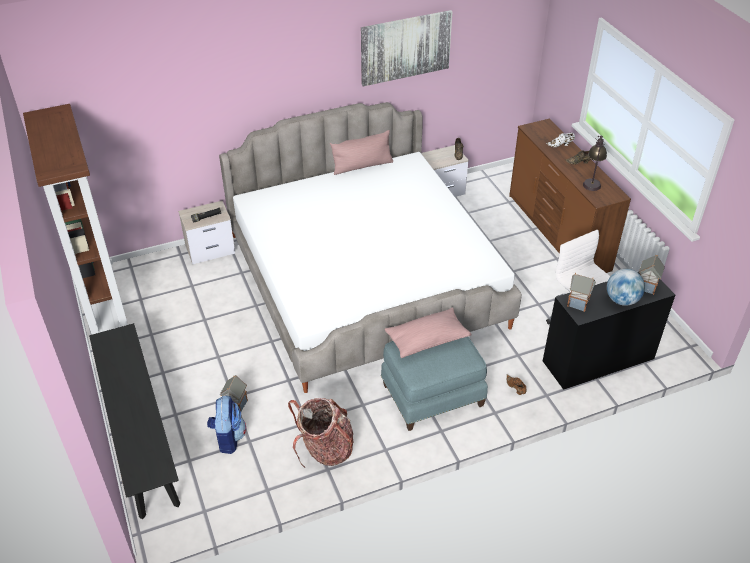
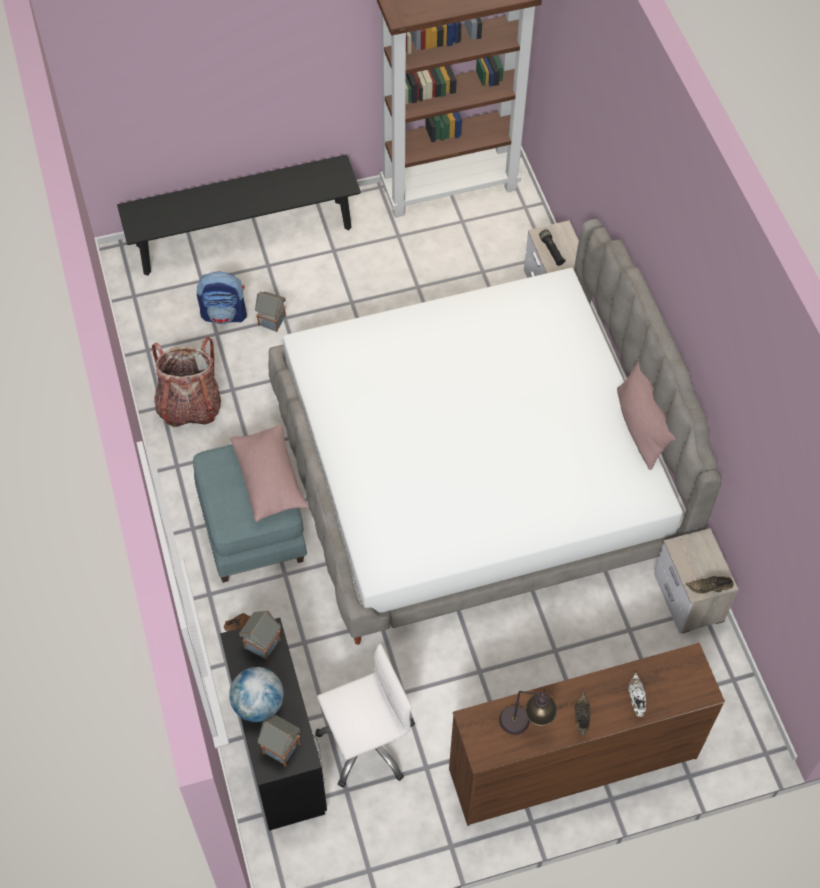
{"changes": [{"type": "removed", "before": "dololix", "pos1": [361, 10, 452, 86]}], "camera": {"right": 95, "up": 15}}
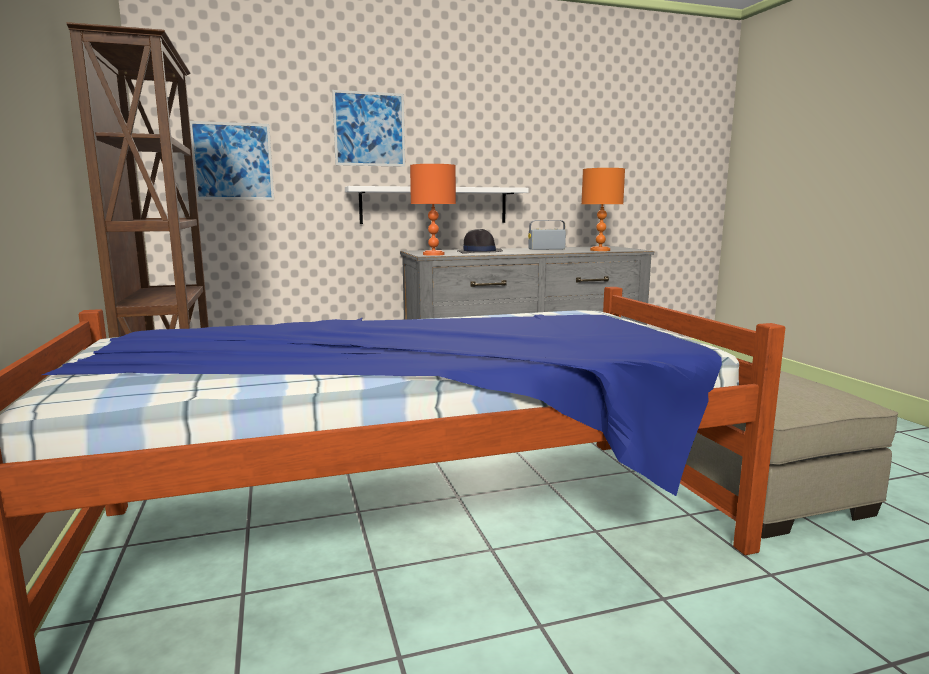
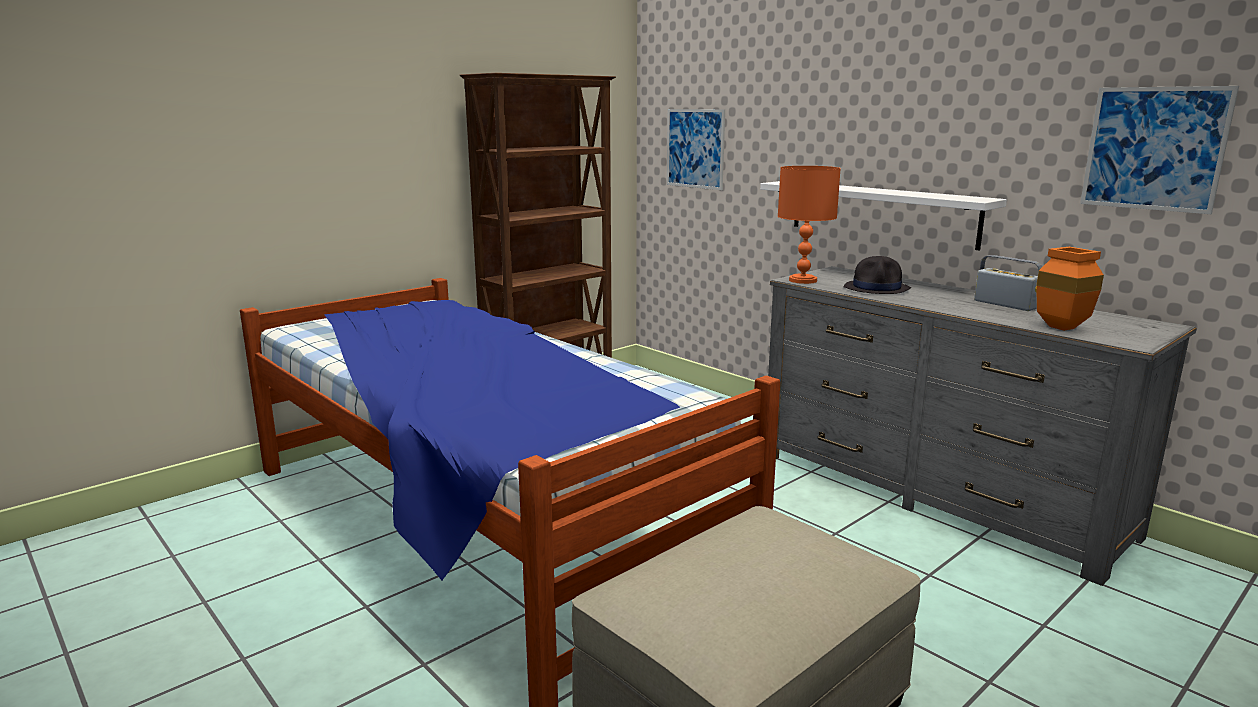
{"changes": [{"type": "moved", "before": "dololix", "pos1": [332, 90, 405, 167], "pos2": [1080, 86, 1239, 214]}, {"type": "replaced", "before": "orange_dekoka", "after": "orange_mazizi", "pos1": [581, 168, 625, 251], "pos2": [1036, 247, 1104, 331]}], "camera": {"right": 65, "up": 5}}
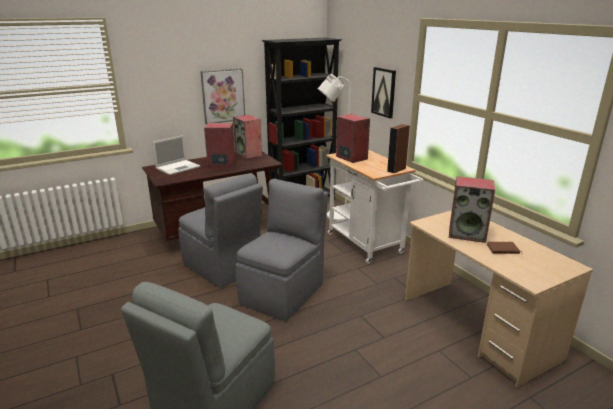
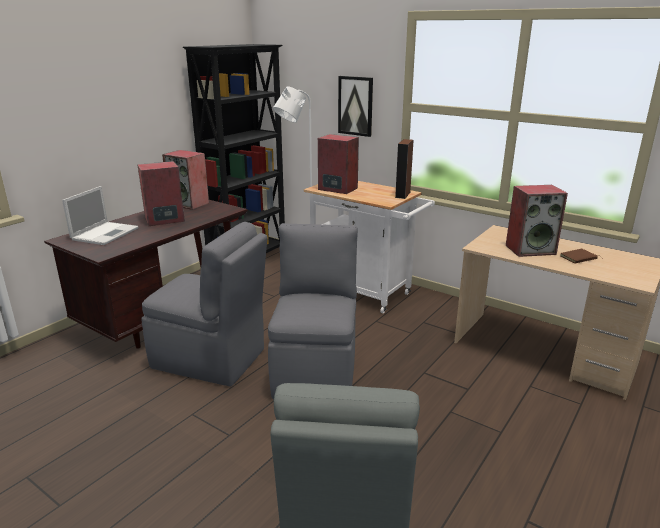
{"changes": [{"type": "removed", "before": "dololix", "pos1": [200, 68, 245, 124]}], "camera": {"right": -25, "up": 0}}
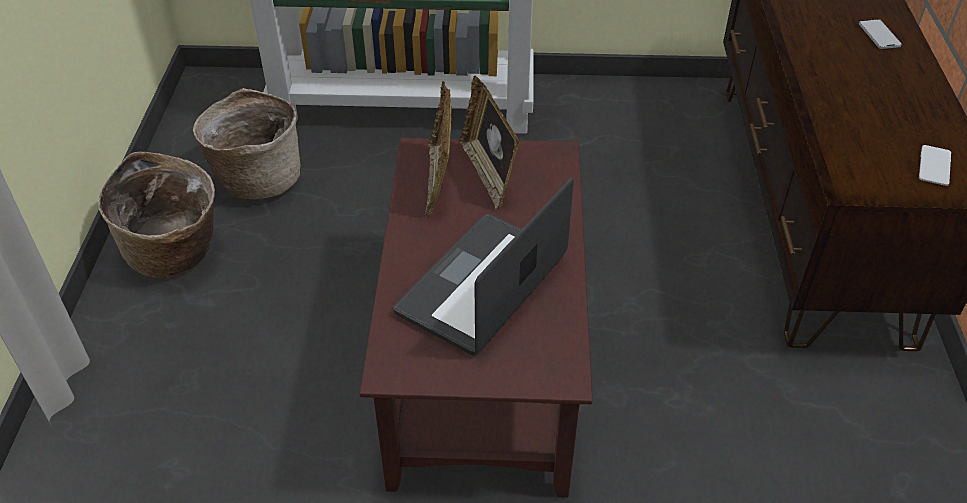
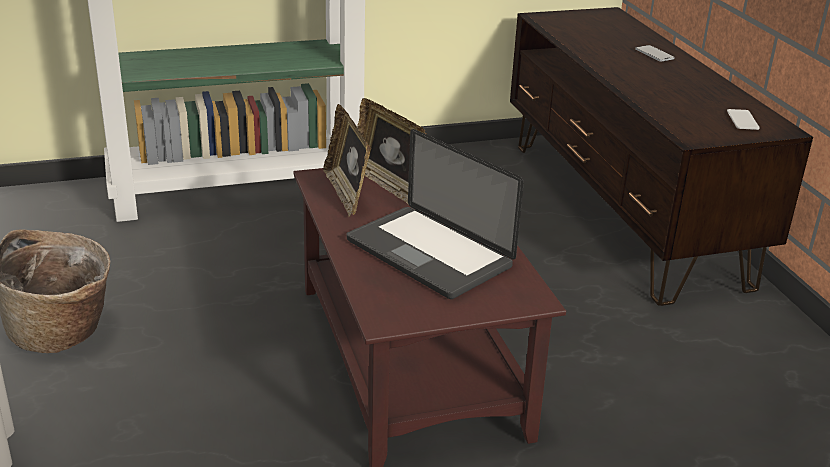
{"changes": [{"type": "removed", "before": "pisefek", "pos1": [193, 88, 300, 199]}, {"type": "turned", "before": "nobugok", "pos1": [394, 177, 574, 356], "pos2": [347, 129, 524, 299], "turn": -60}], "camera": {"right": -20, "up": -15}}
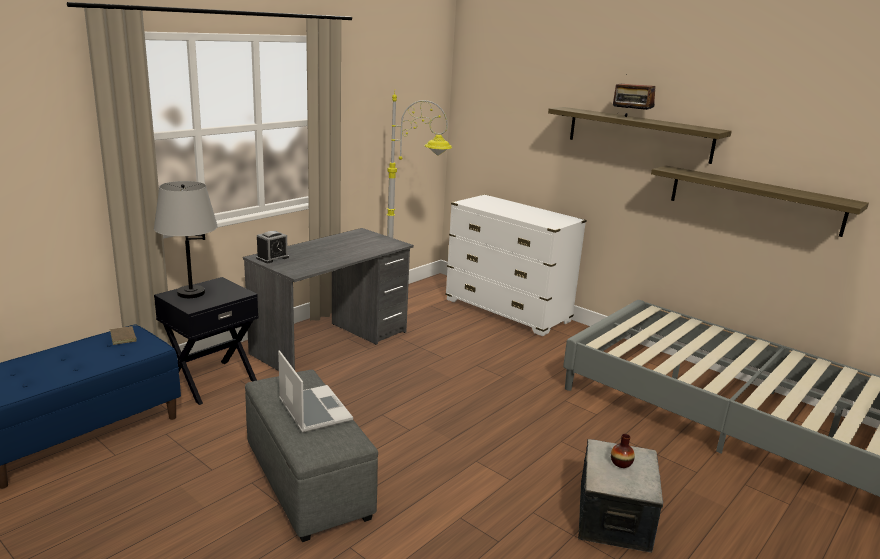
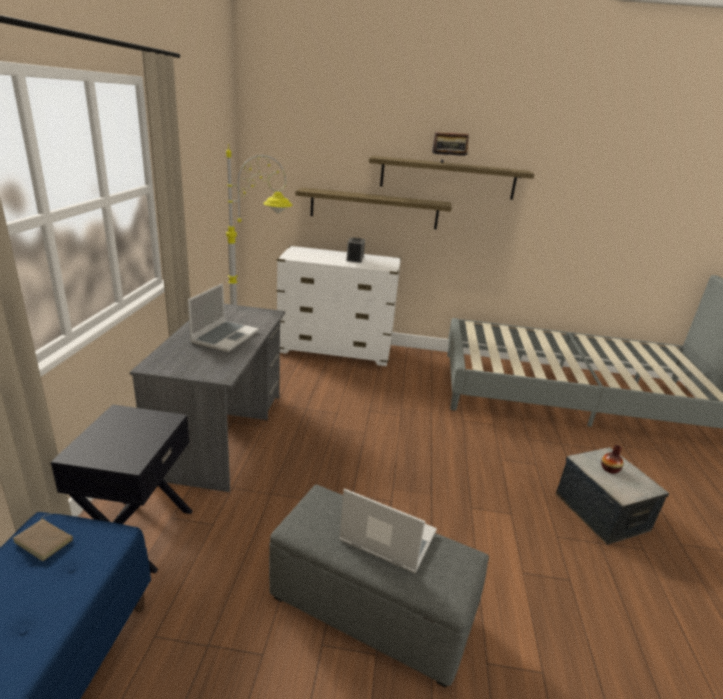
{"changes": [{"type": "removed", "before": "grey_dekoka", "pos1": [154, 181, 218, 298]}, {"type": "moved", "before": "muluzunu", "pos1": [256, 231, 289, 263], "pos2": [346, 237, 365, 263]}, {"type": "moved", "before": "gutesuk", "pos1": [651, 165, 869, 237], "pos2": [295, 187, 452, 229]}, {"type": "added", "after": "nobugok", "pos2": [188, 283, 259, 352]}], "camera": {"right": -35, "up": 5}}
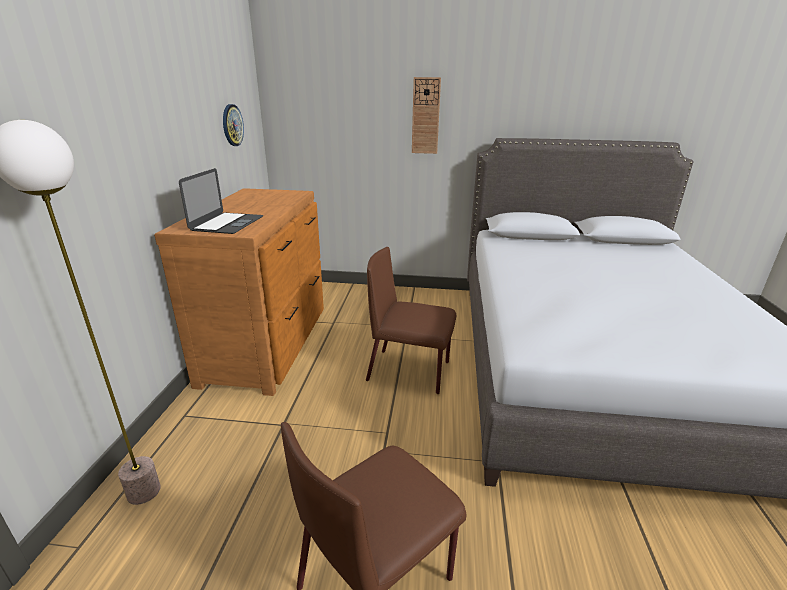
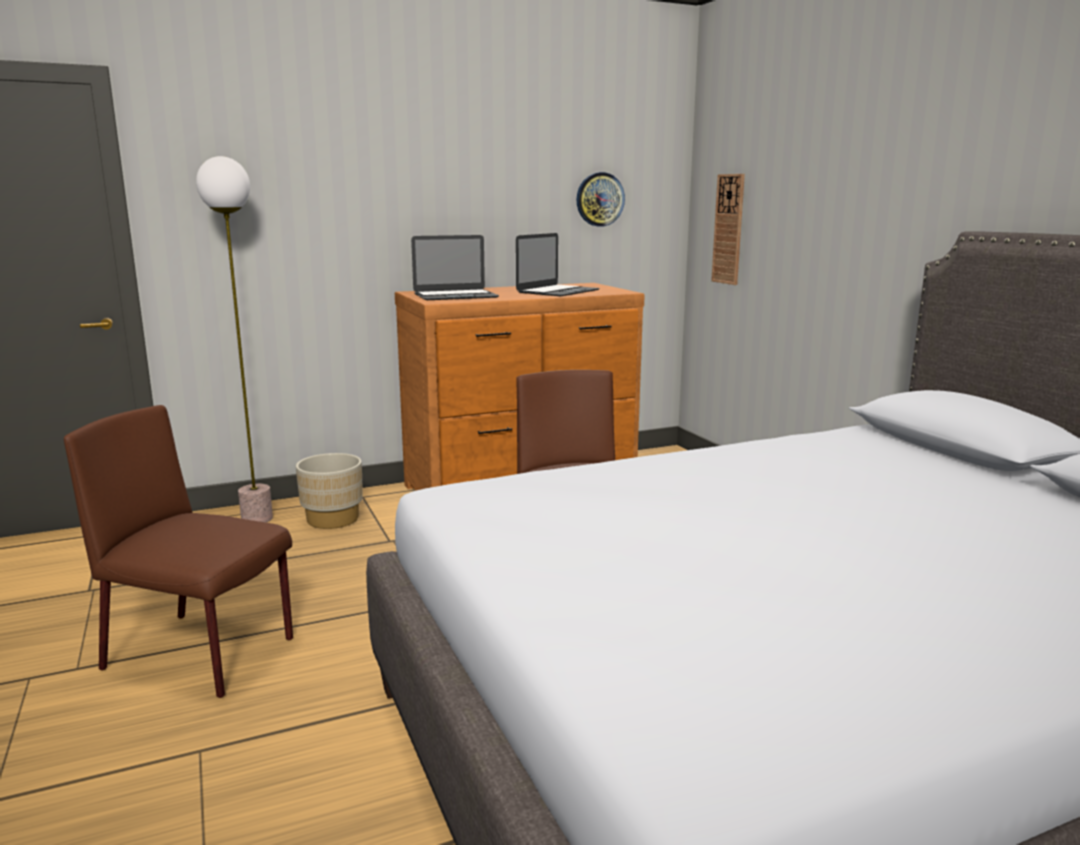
{"changes": [{"type": "moved", "before": "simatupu", "pos1": [412, 77, 441, 154], "pos2": [711, 174, 745, 285]}, {"type": "added", "after": "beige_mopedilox", "pos2": [296, 453, 363, 529]}, {"type": "added", "after": "nobugok", "pos2": [516, 233, 600, 296]}], "camera": {"right": 60, "up": -10}}
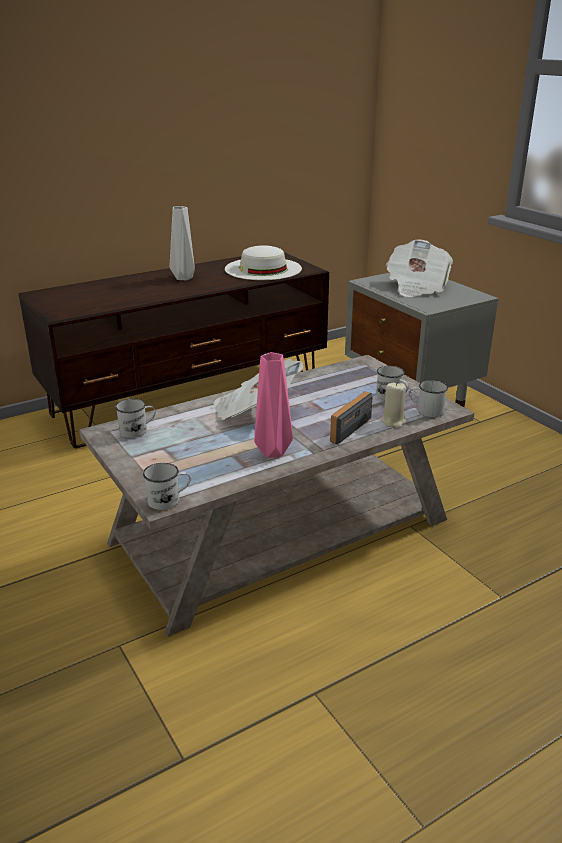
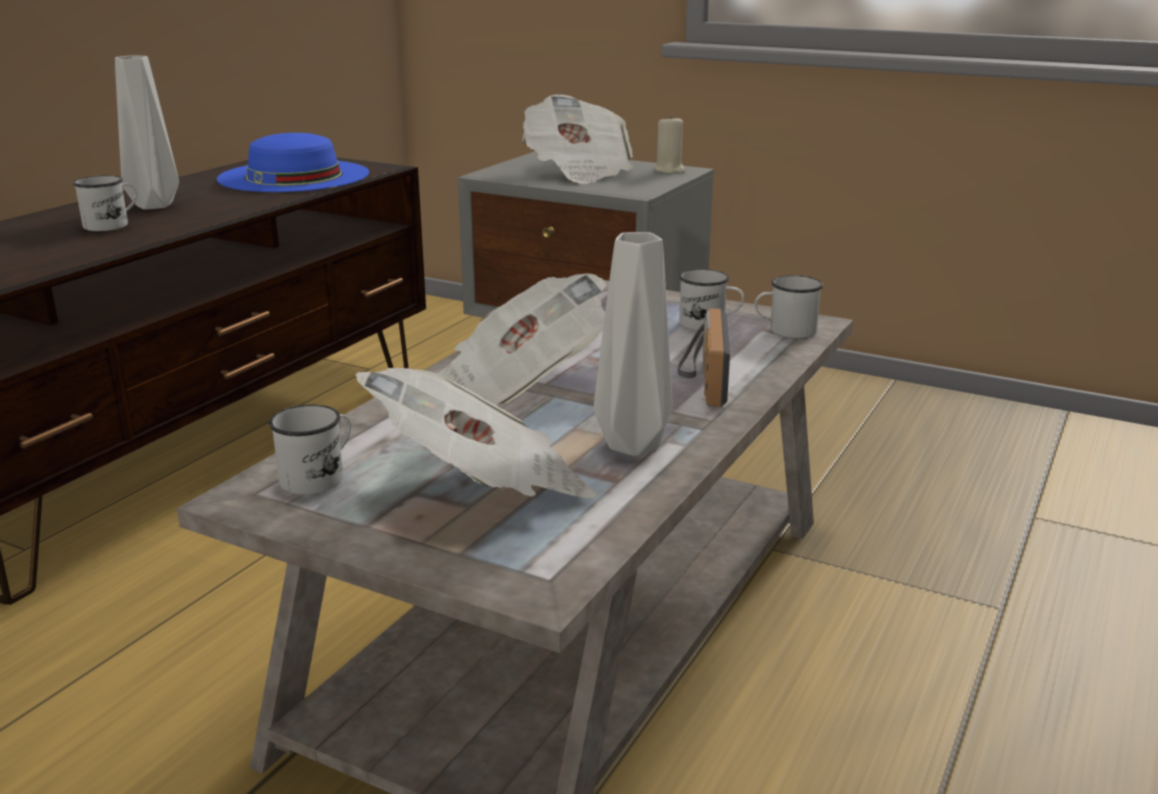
{"changes": [{"type": "moved", "before": "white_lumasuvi", "pos1": [143, 463, 190, 510], "pos2": [73, 175, 137, 231]}, {"type": "recoloured", "before": "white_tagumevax", "after": "blue_tagumevax", "pos1": [225, 245, 302, 280], "pos2": [217, 133, 369, 192]}, {"type": "recoloured", "before": "pink_mazizi", "after": "grey_mazizi", "pos1": [254, 352, 293, 458], "pos2": [594, 232, 672, 456]}, {"type": "moved", "before": "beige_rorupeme", "pos1": [381, 382, 406, 428], "pos2": [654, 115, 685, 174]}, {"type": "added", "after": "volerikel", "pos2": [356, 368, 597, 498]}], "camera": {"right": -30, "up": -5}}
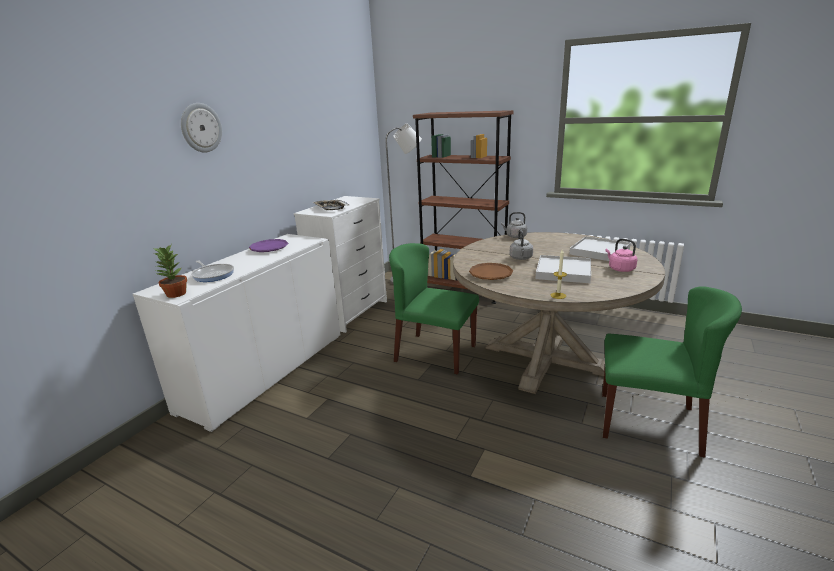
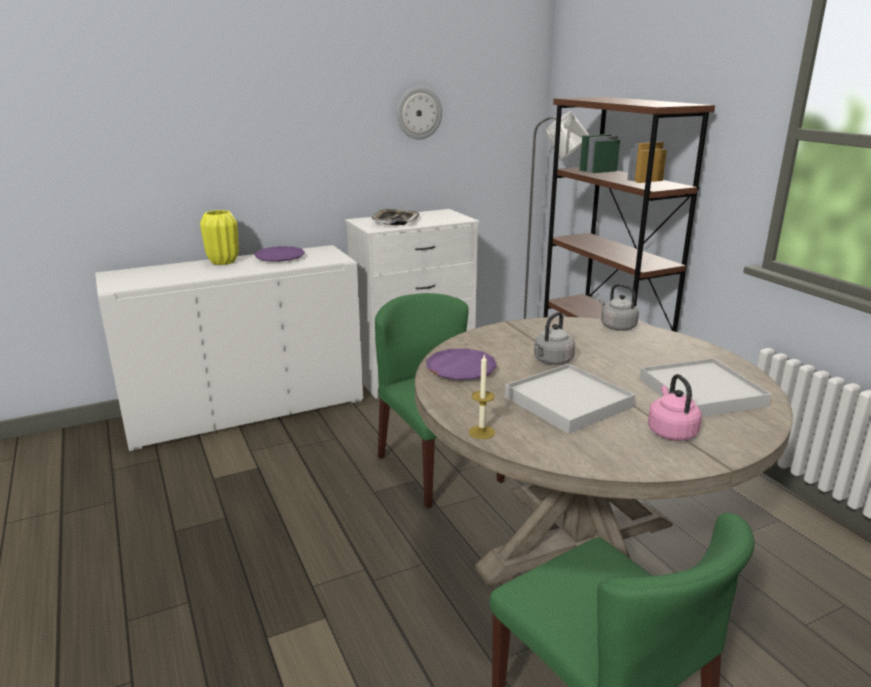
{"changes": [{"type": "removed", "before": "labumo", "pos1": [154, 245, 187, 298]}, {"type": "moved", "before": "simatupu", "pos1": [181, 103, 222, 153], "pos2": [397, 87, 442, 140]}, {"type": "removed", "before": "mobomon", "pos1": [191, 260, 234, 282]}, {"type": "recoloured", "before": "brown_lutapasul", "after": "purple_lutapasul", "pos1": [469, 263, 513, 280], "pos2": [426, 348, 497, 380]}, {"type": "added", "after": "yellow_mazizi", "pos2": [200, 210, 239, 265]}], "camera": {"right": 35, "up": 0}}
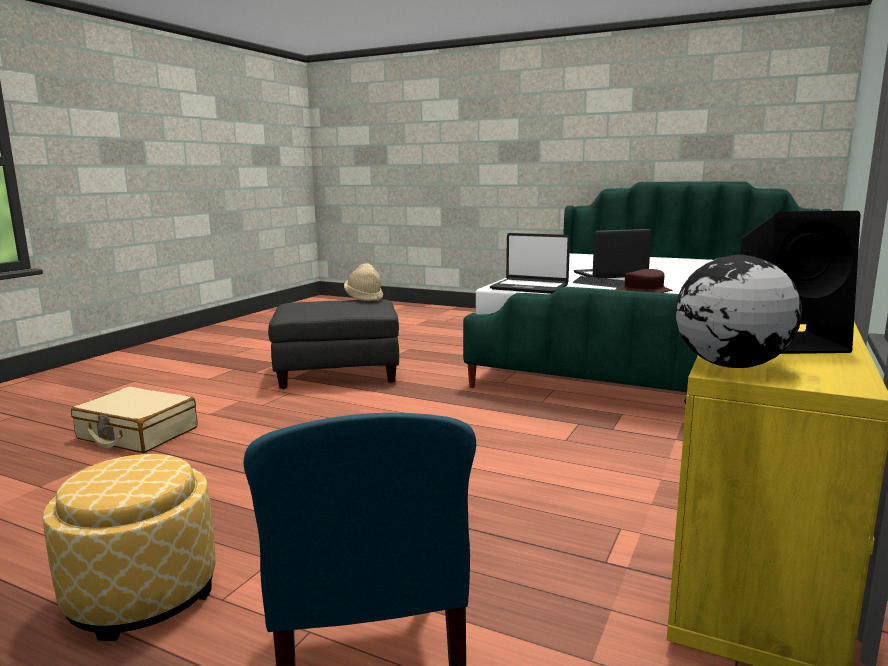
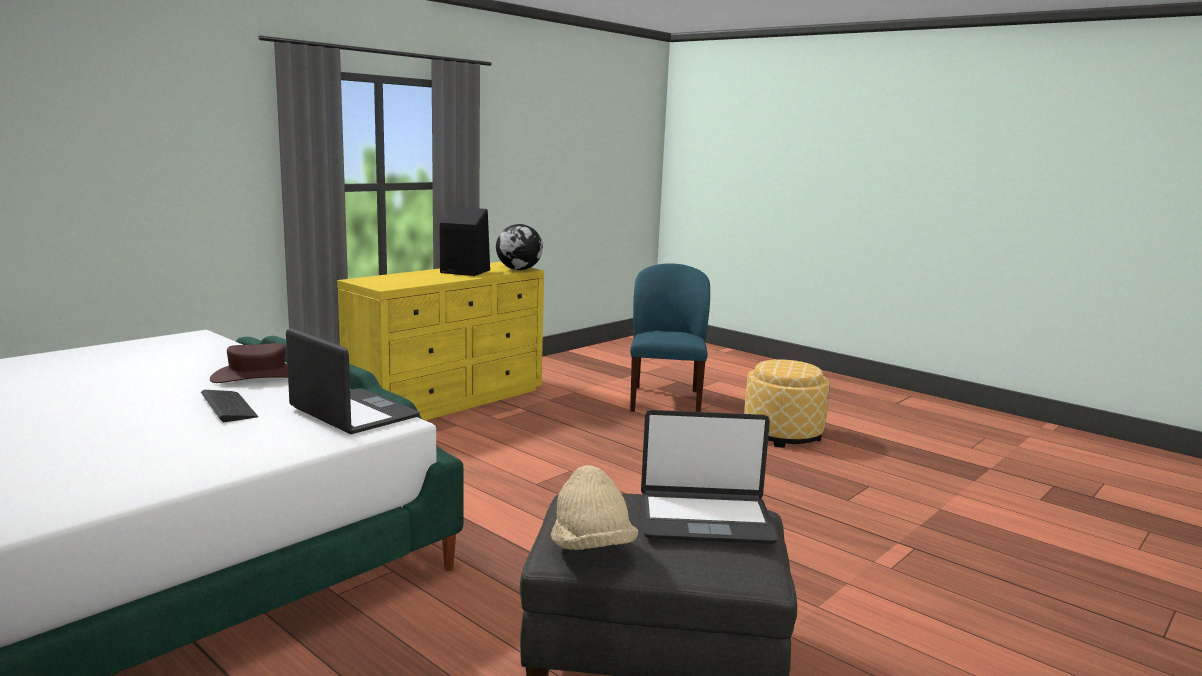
{"changes": [{"type": "removed", "before": "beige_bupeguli", "pos1": [71, 386, 198, 453]}, {"type": "moved", "before": "nobugok", "pos1": [574, 229, 651, 278], "pos2": [641, 410, 778, 544]}], "camera": {"right": -165, "up": 0}}
